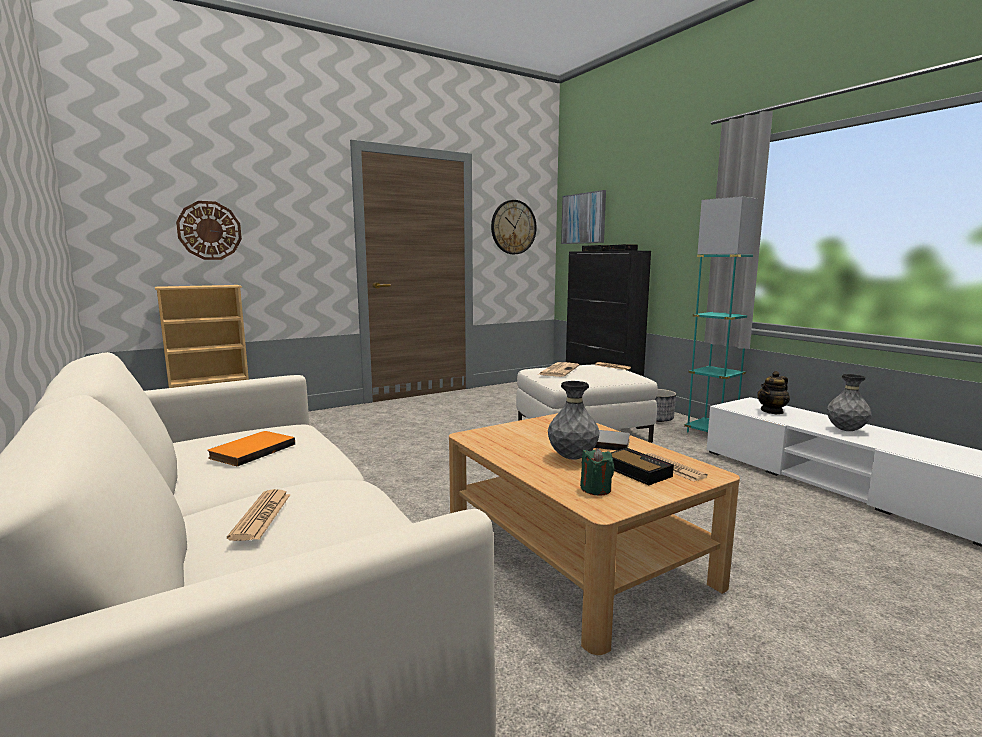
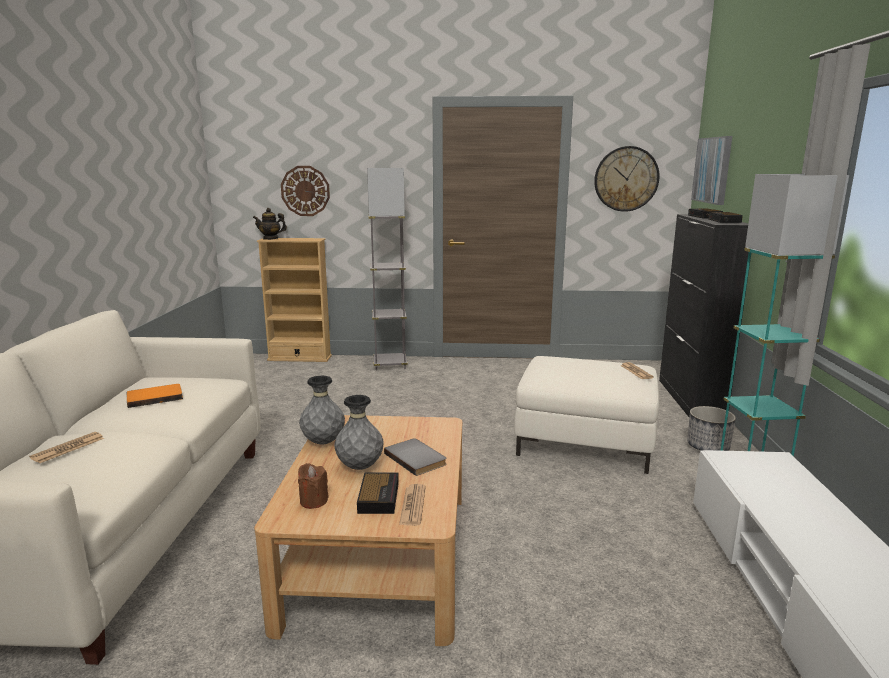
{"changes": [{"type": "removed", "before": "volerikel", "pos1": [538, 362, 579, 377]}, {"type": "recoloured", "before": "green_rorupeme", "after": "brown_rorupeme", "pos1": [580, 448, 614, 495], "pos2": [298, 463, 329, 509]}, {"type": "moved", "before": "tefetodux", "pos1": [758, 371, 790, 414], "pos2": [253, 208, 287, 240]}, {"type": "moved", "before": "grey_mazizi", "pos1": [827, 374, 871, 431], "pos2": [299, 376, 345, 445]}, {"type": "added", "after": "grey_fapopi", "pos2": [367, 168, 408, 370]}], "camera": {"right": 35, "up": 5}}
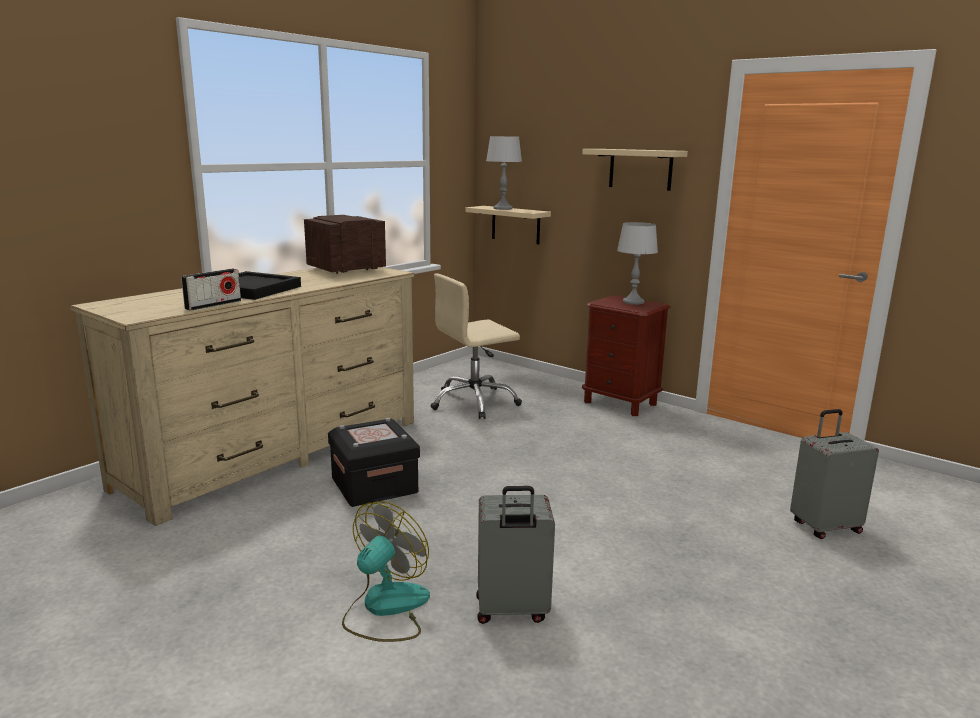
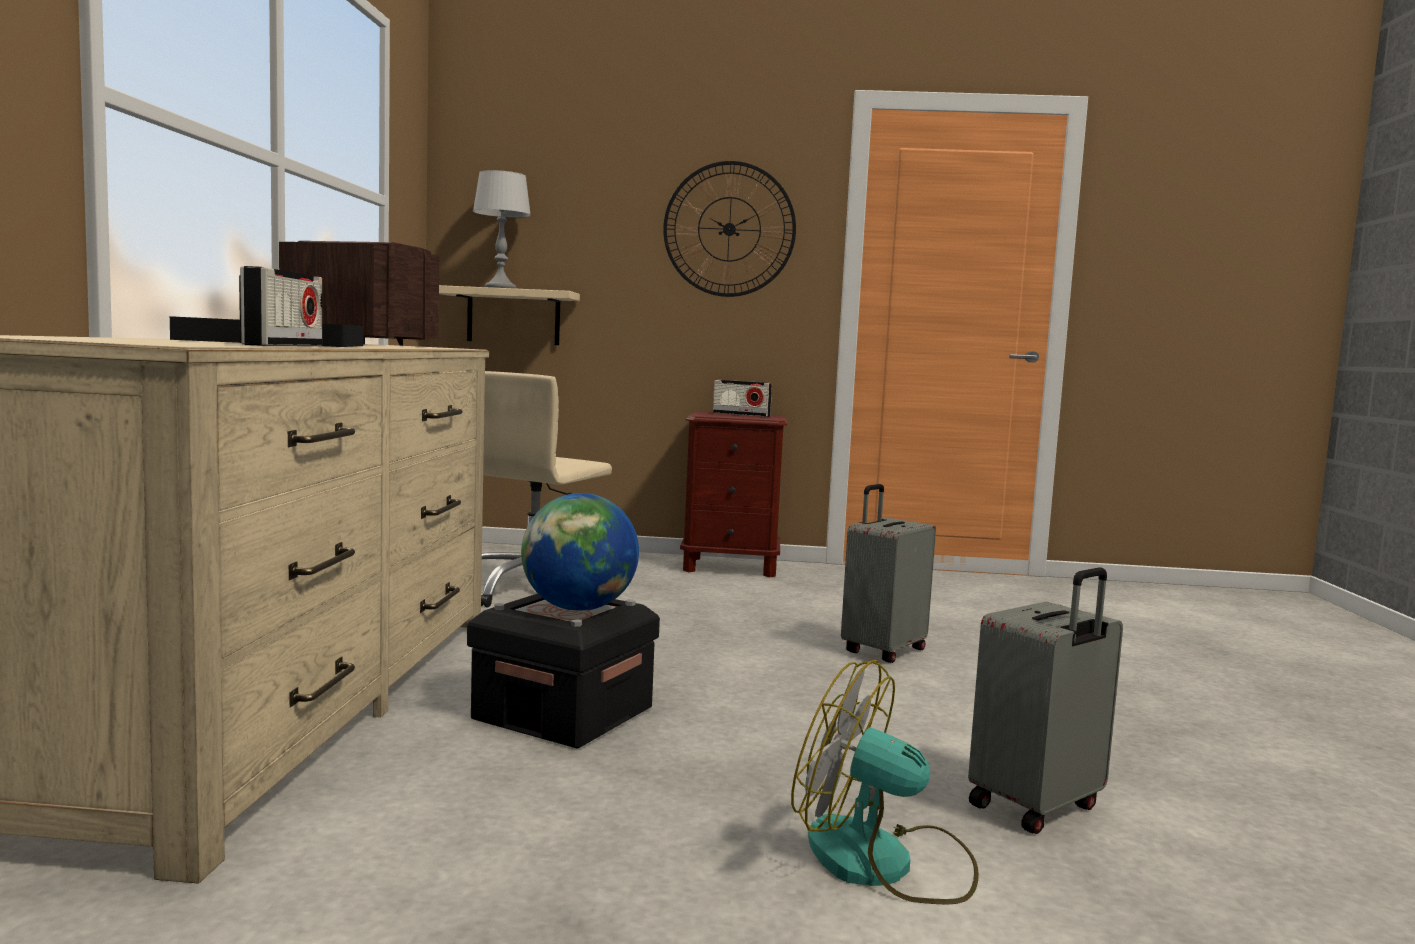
{"changes": [{"type": "turned", "before": "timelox", "pos1": [342, 501, 430, 642], "pos2": [791, 660, 979, 905], "turn": -60}, {"type": "replaced", "before": "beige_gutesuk", "after": "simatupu", "pos1": [582, 149, 688, 191], "pos2": [663, 161, 796, 297]}, {"type": "replaced", "before": "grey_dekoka", "after": "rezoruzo", "pos1": [617, 222, 658, 305], "pos2": [713, 380, 772, 417]}, {"type": "moved", "before": "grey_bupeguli", "pos1": [790, 409, 879, 539], "pos2": [841, 484, 936, 663]}, {"type": "added", "after": "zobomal", "pos2": [521, 493, 639, 611]}], "camera": {"right": -35, "up": -10}}
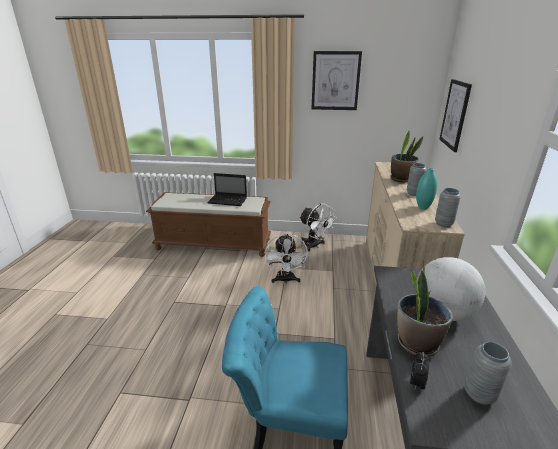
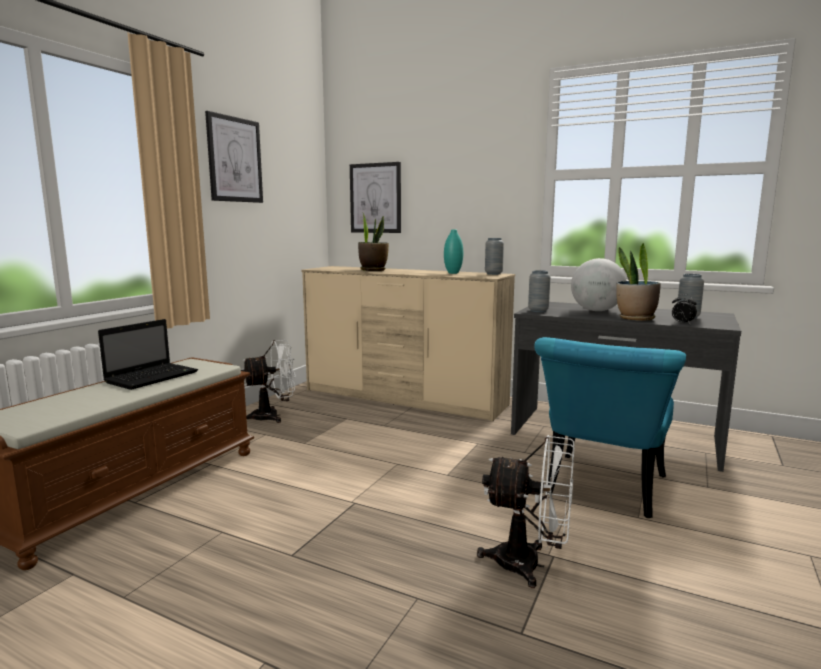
{"changes": [{"type": "moved", "before": "white_timelox", "pos1": [265, 234, 308, 284], "pos2": [477, 435, 575, 588]}, {"type": "moved", "before": "grey_mazizi", "pos1": [407, 163, 427, 196], "pos2": [528, 270, 551, 312]}], "camera": {"right": -70, "up": -15}}
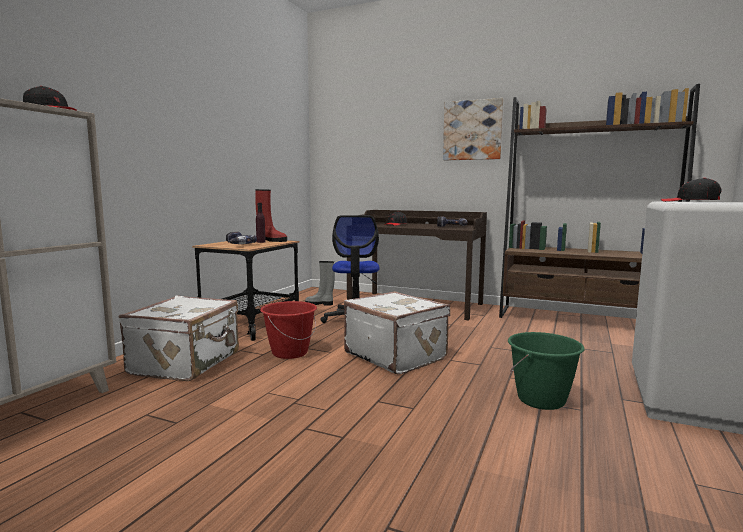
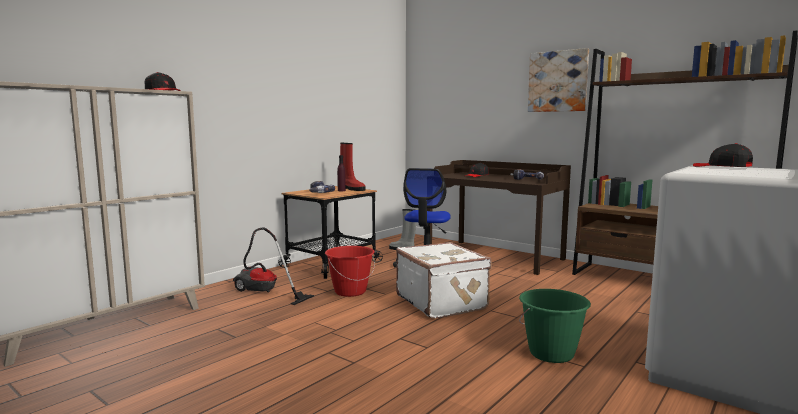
{"changes": [{"type": "replaced", "before": "white_bupeguli", "after": "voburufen", "pos1": [119, 295, 239, 381], "pos2": [233, 228, 314, 305]}], "camera": {"right": 15, "up": 0}}
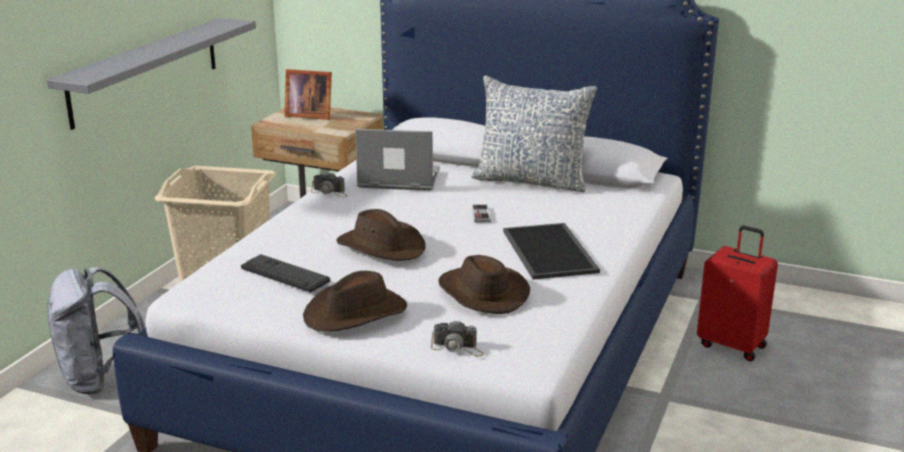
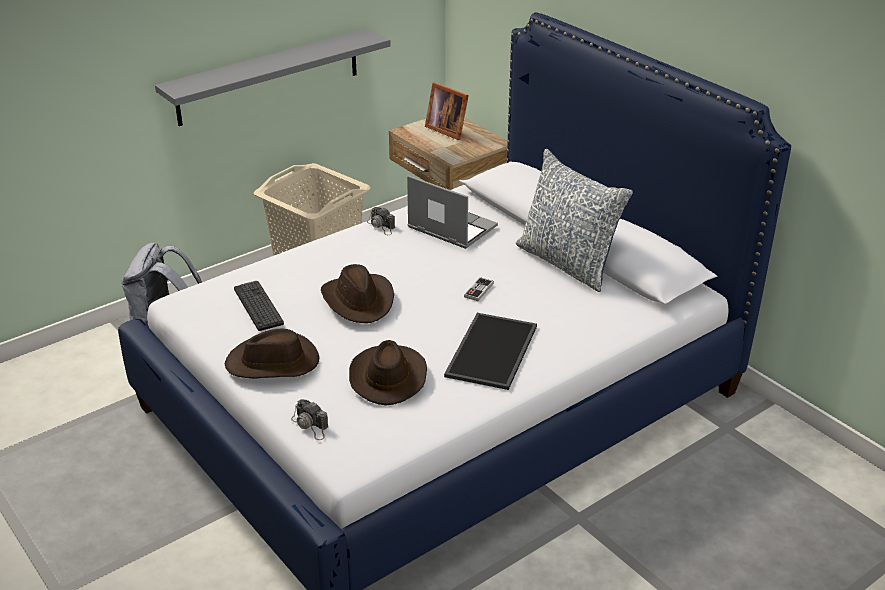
{"changes": [{"type": "removed", "before": "red_bupeguli", "pos1": [697, 226, 778, 361]}], "camera": {"right": 30, "up": 10}}
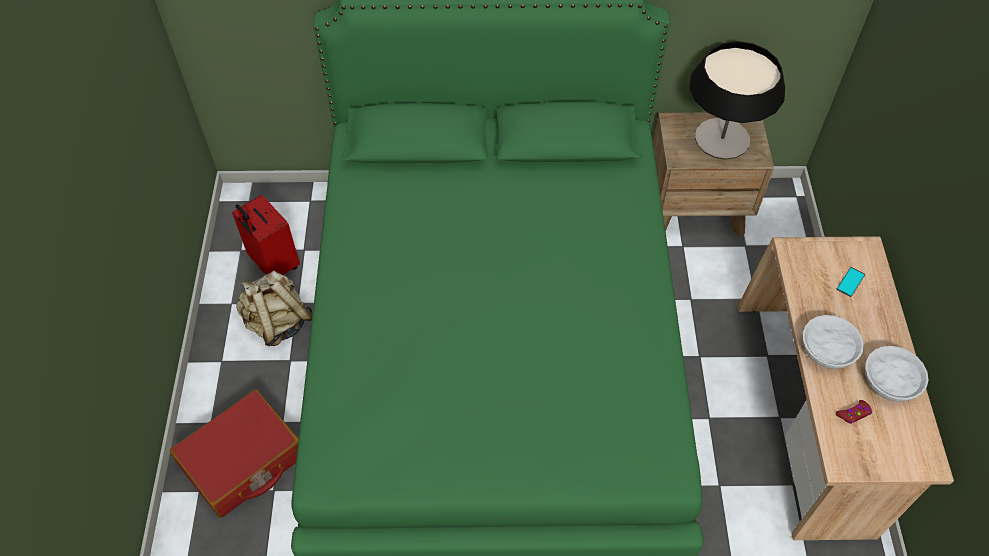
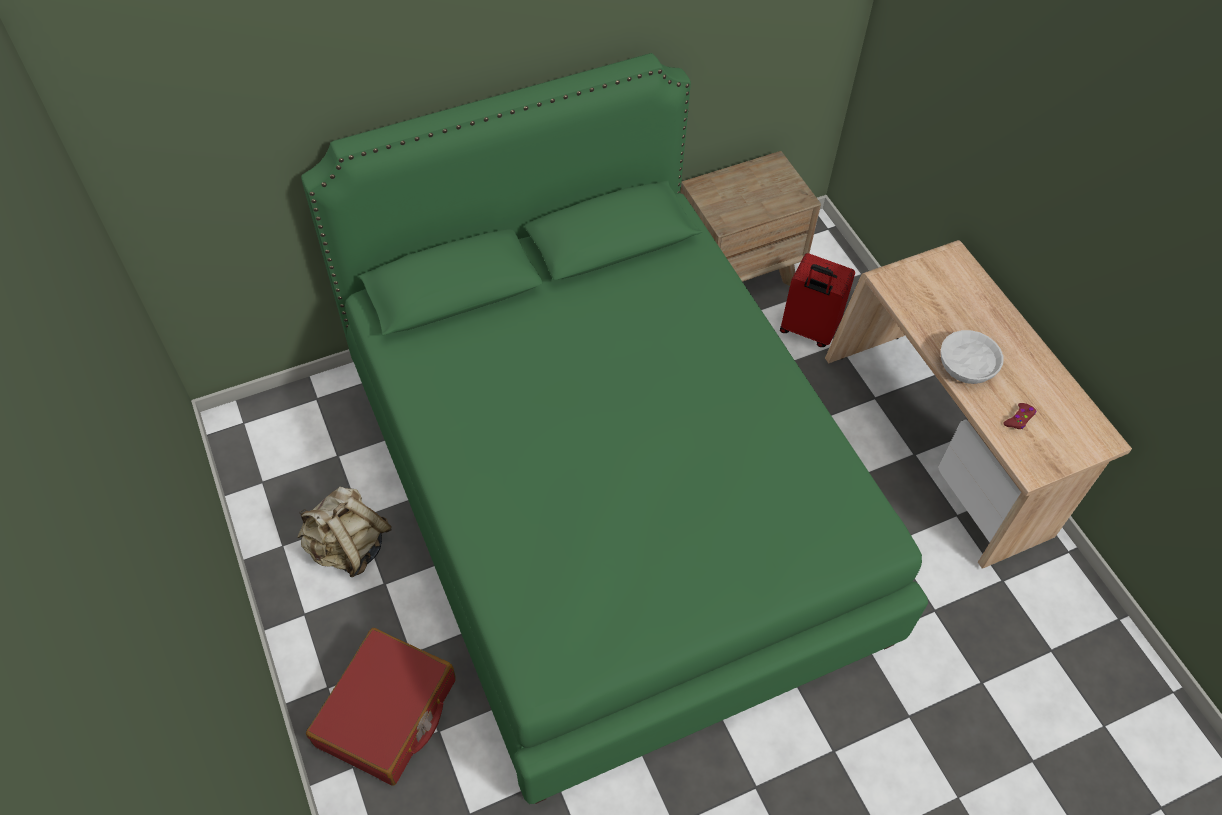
{"changes": [{"type": "moved", "before": "red_bupeguli", "pos1": [232, 195, 300, 275], "pos2": [780, 253, 855, 347]}, {"type": "removed", "before": "dekoka", "pos1": [689, 41, 785, 160]}, {"type": "removed", "before": "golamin", "pos1": [836, 267, 865, 297]}, {"type": "removed", "before": "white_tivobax", "pos1": [865, 346, 929, 402]}], "camera": {"right": -25, "up": 0}}
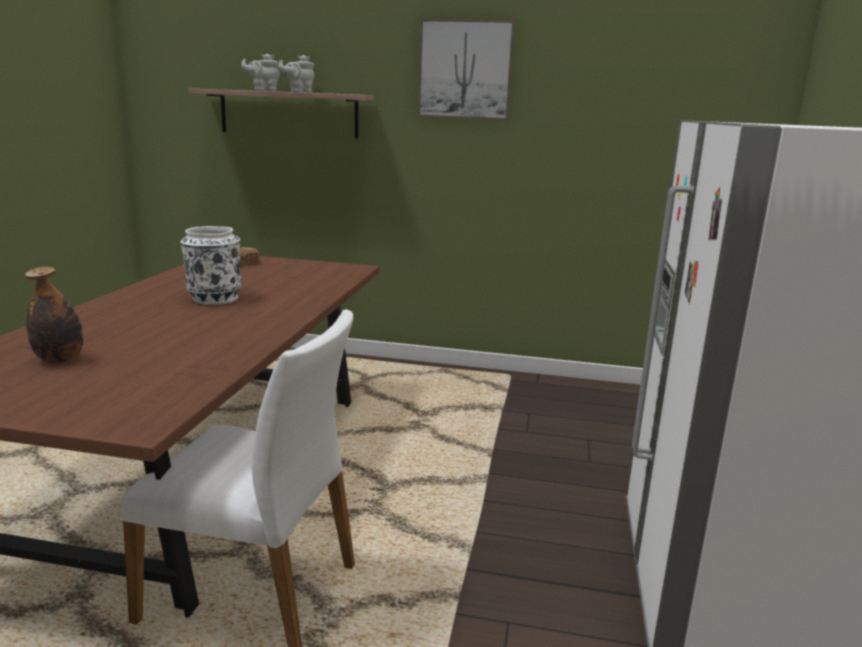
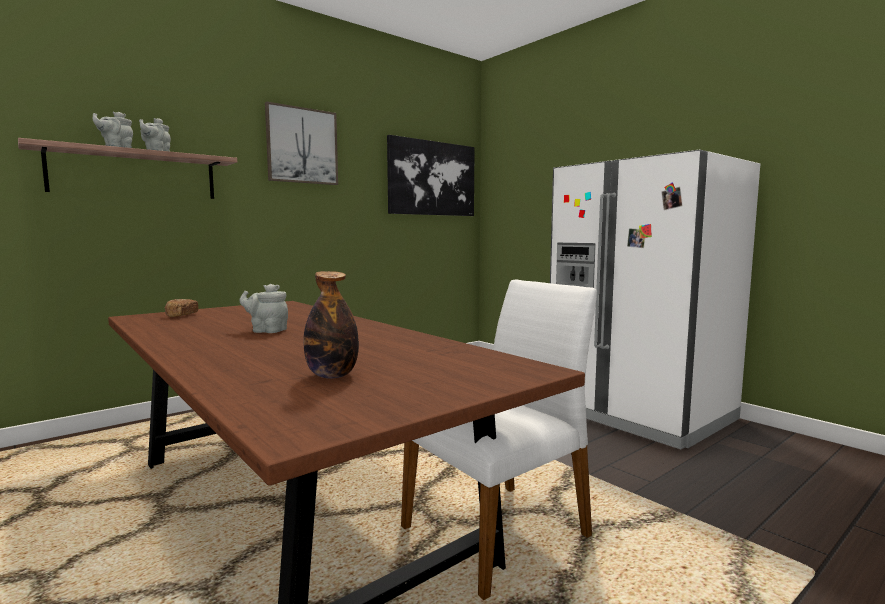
{"changes": [{"type": "replaced", "before": "white_mazizi", "after": "grey_tefetodux", "pos1": [180, 226, 241, 305], "pos2": [239, 284, 288, 333]}, {"type": "added", "after": "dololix", "pos2": [387, 135, 475, 216]}], "camera": {"right": -50, "up": -10}}
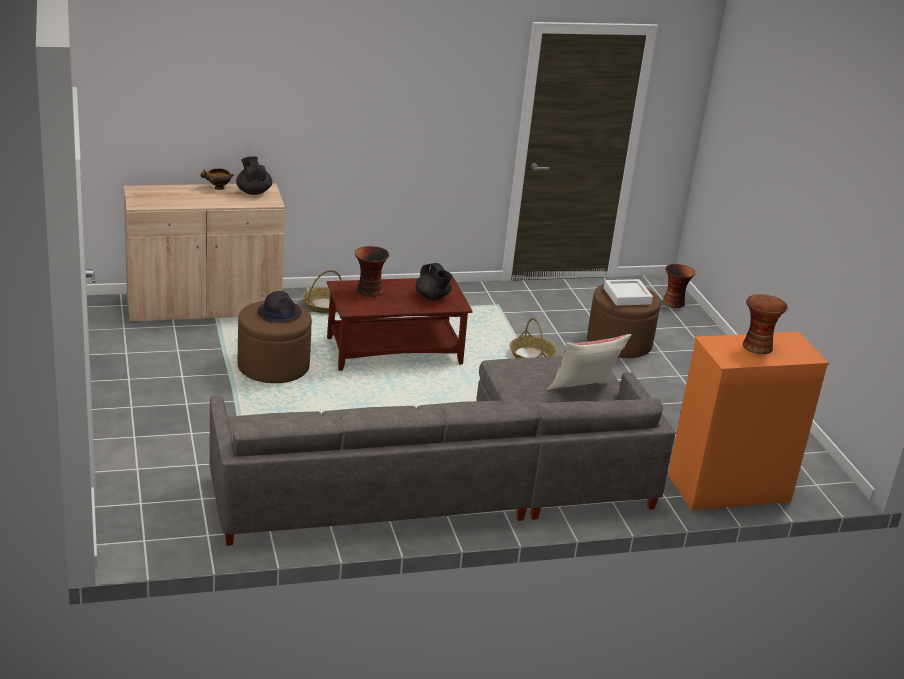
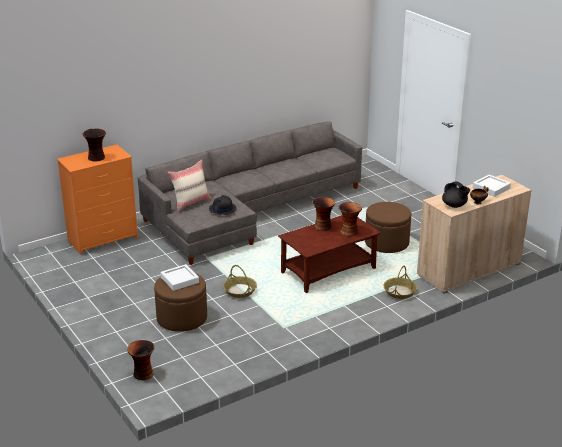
{"changes": [{"type": "moved", "before": "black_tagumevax", "pos1": [257, 291, 302, 323], "pos2": [209, 195, 236, 215]}, {"type": "removed", "before": "black_tefetodux", "pos1": [415, 263, 452, 300]}, {"type": "added", "after": "mazizi", "pos2": [312, 197, 335, 231]}, {"type": "added", "after": "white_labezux", "pos2": [473, 175, 511, 197]}], "camera": {"right": 165, "up": 0}}
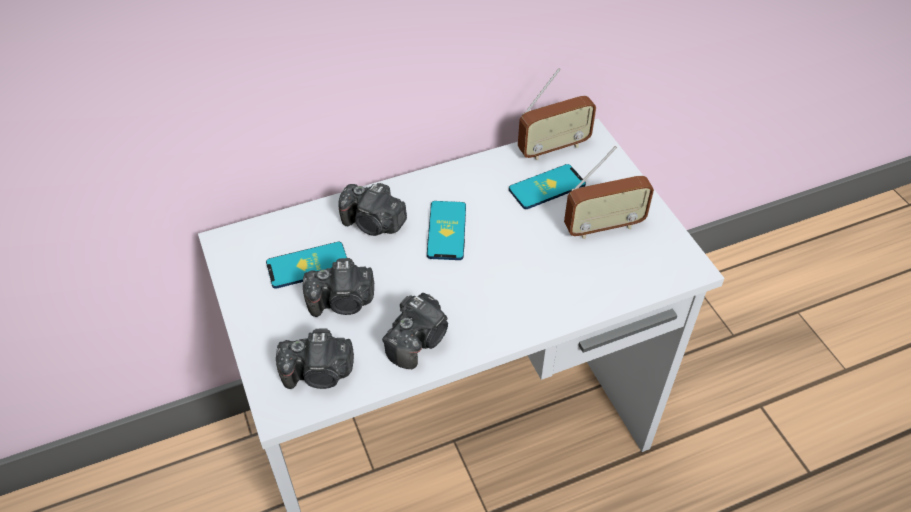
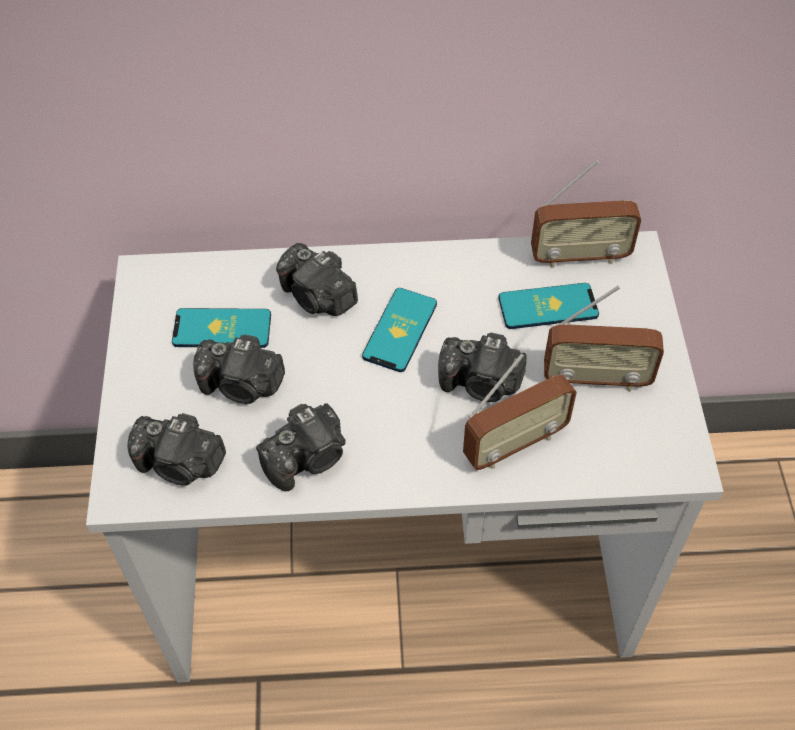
{"changes": [{"type": "added", "after": "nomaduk", "pos2": [438, 333, 527, 402]}, {"type": "added", "after": "rezoruzo", "pos2": [463, 354, 577, 470]}], "camera": {"right": 20, "up": 5}}
